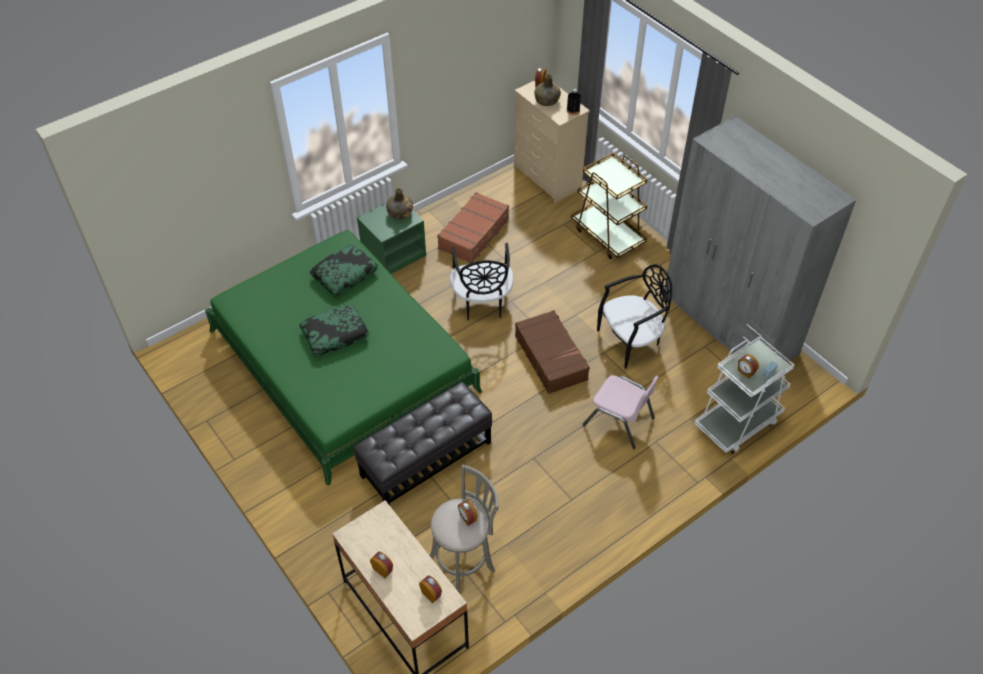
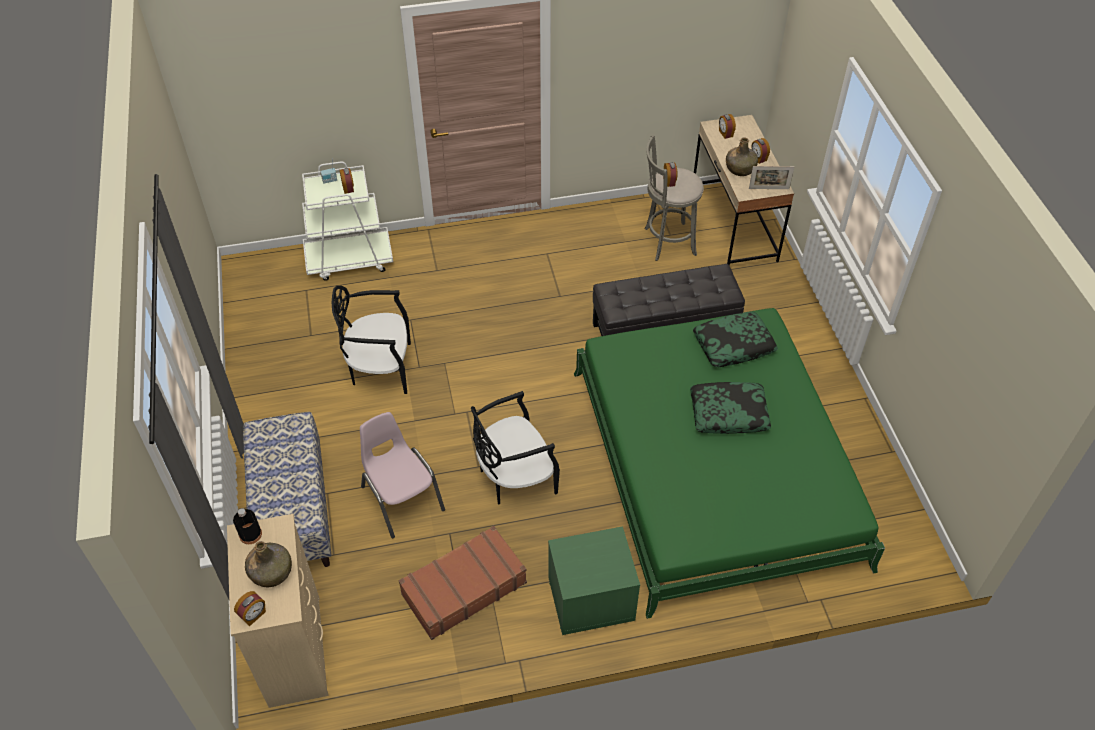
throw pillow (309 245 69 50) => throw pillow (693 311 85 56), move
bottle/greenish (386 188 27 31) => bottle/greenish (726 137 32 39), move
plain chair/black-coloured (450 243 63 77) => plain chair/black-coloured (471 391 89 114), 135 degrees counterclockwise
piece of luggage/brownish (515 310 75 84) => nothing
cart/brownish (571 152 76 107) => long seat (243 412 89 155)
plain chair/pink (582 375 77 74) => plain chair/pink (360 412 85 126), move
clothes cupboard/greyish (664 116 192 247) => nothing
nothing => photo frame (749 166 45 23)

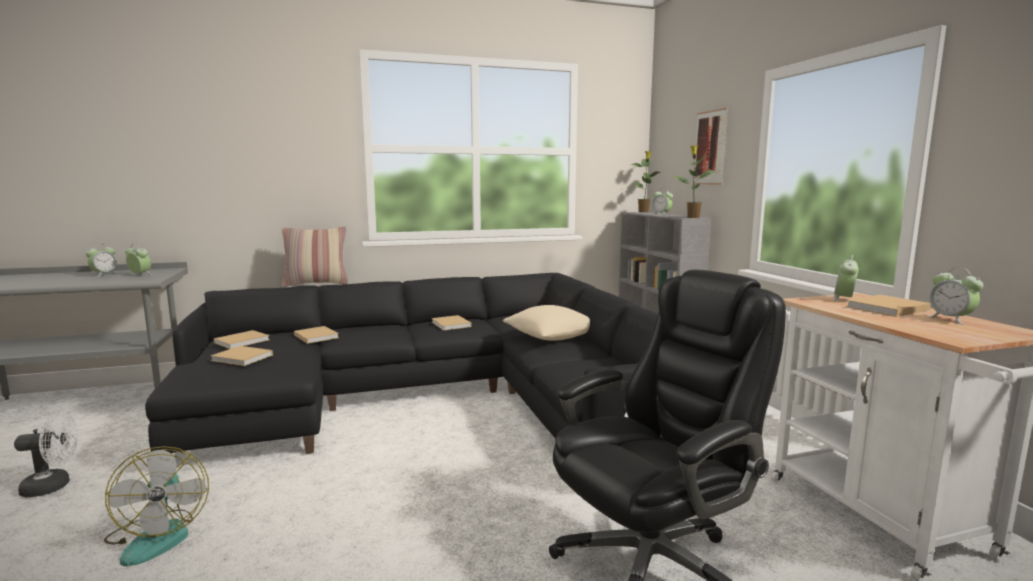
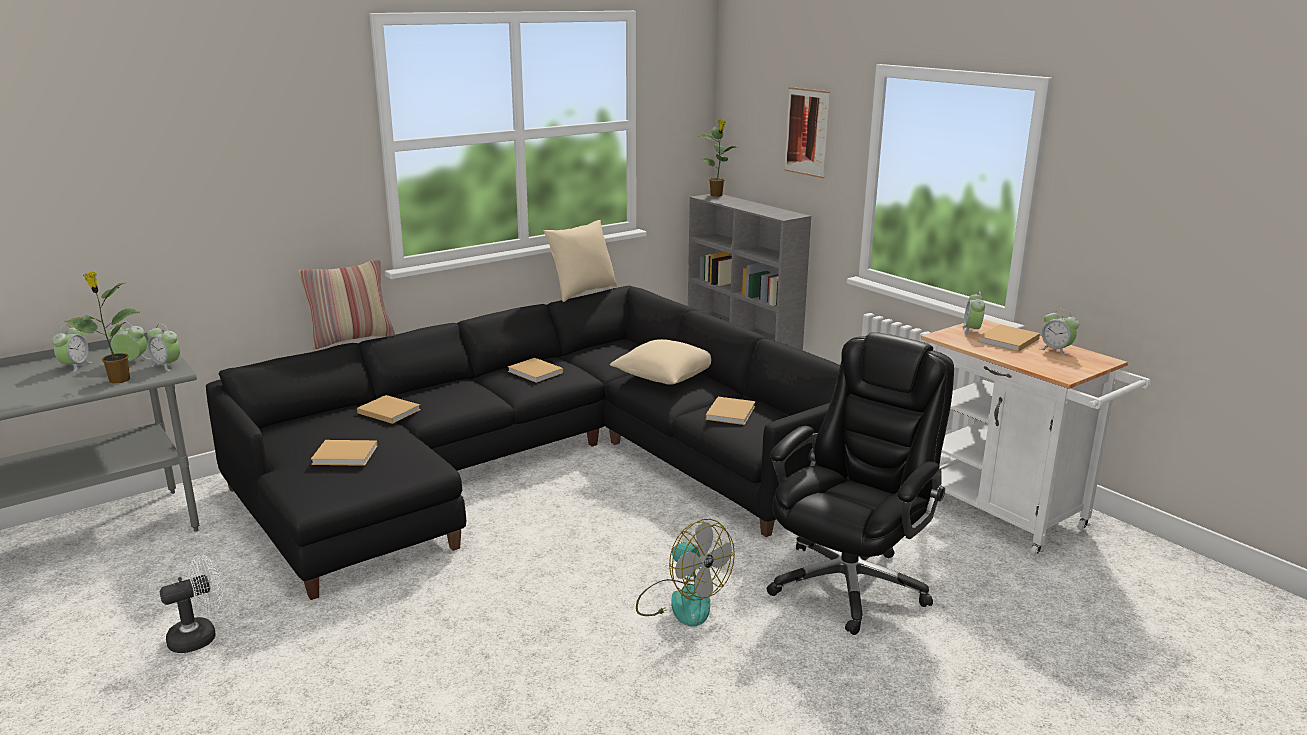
electric fan (104 446 105 120) => electric fan (636 519 99 108), move
volume/sand-coloured (214 330 56 19) => volume/sand-coloured (706 397 50 28), move
bedside clock (652 188 21 27) => bedside clock (147 324 33 47), move
plant in a pot (672 145 45 73) => plant in a pot (65 271 75 113), move
nothing => throw pillow/sand-coloured (544 220 73 82)

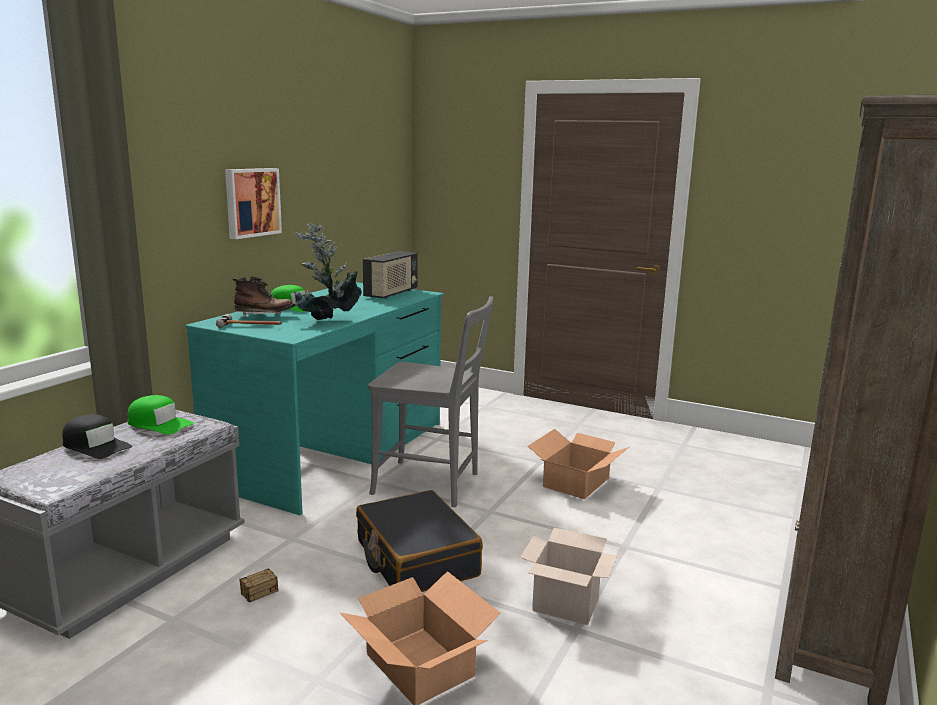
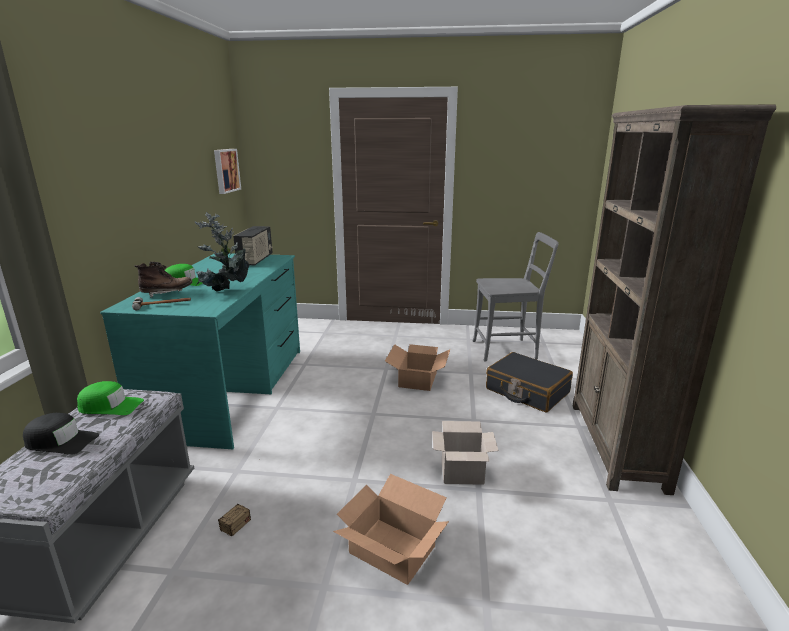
wall art (225 168 57 71) => wall art (214 149 27 45), move
piece of luggage/black-coloured (356 490 127 102) => piece of luggage/black-coloured (486 352 87 61), move
plain chair/greyish (368 296 126 211) => plain chair/greyish (473 232 86 130), move

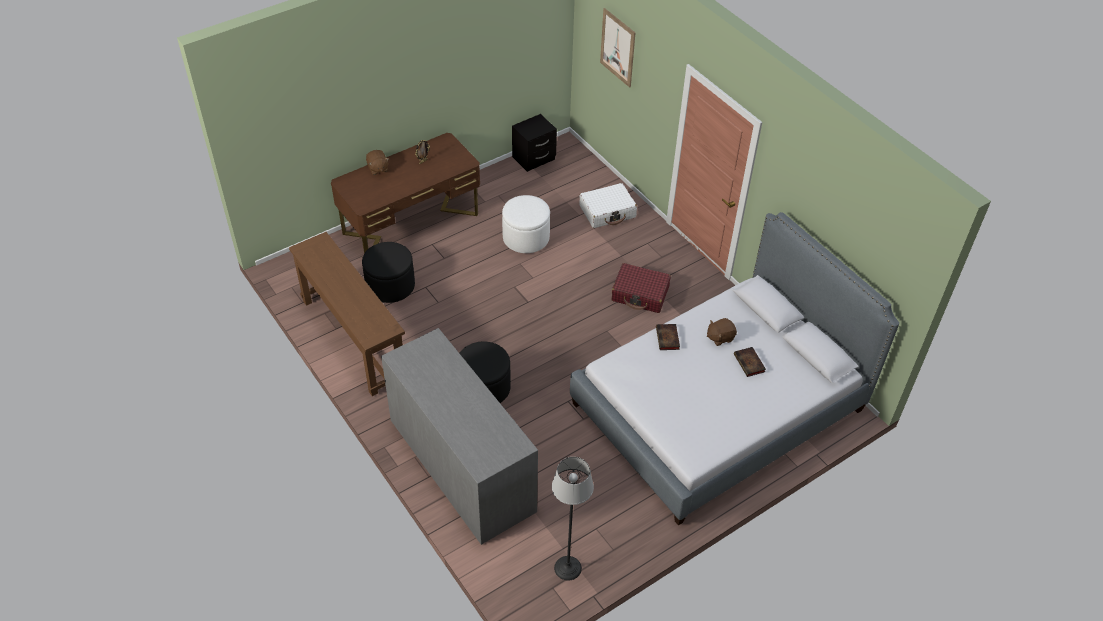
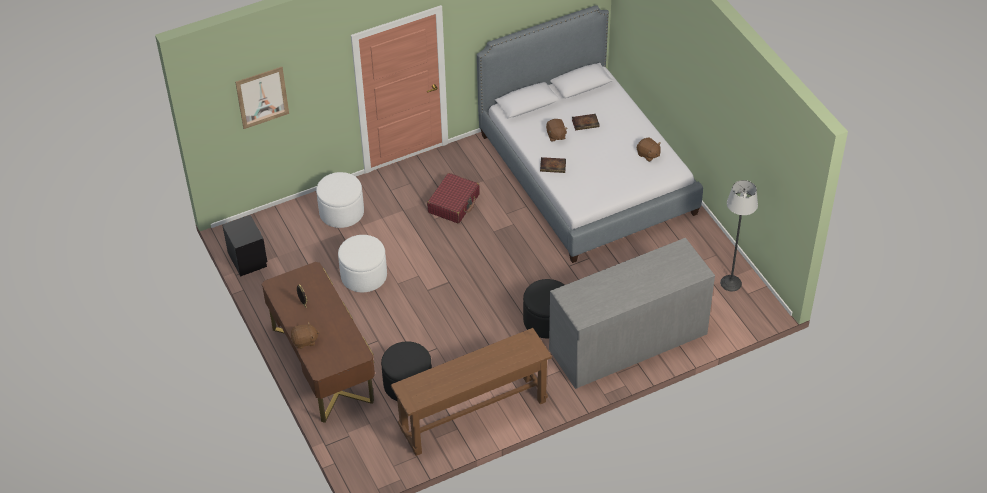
piece of luggage/white (579 183 58 45) => footrest/white (316 172 48 56)
nothing => plush toy/brownish (637 137 24 25)

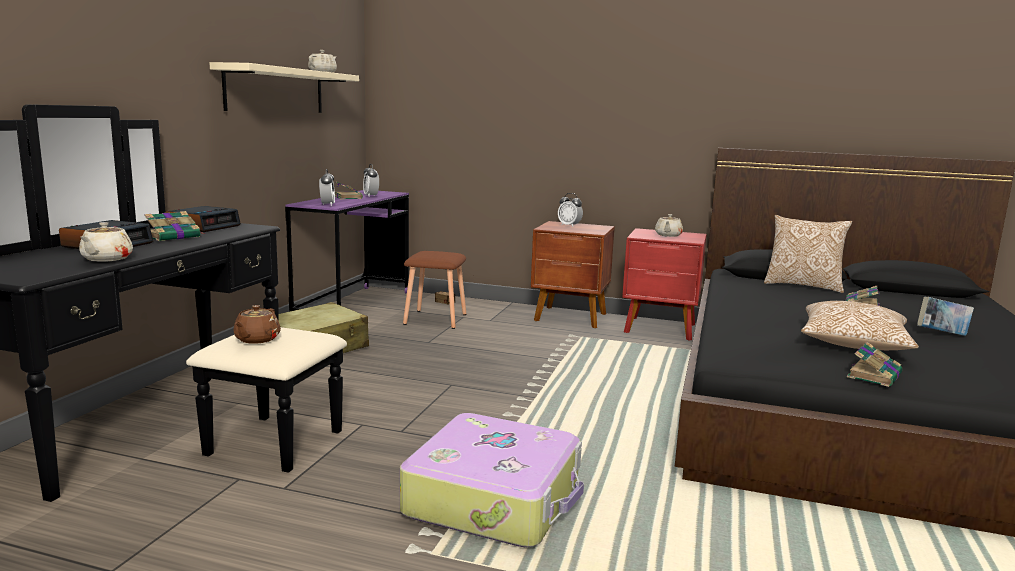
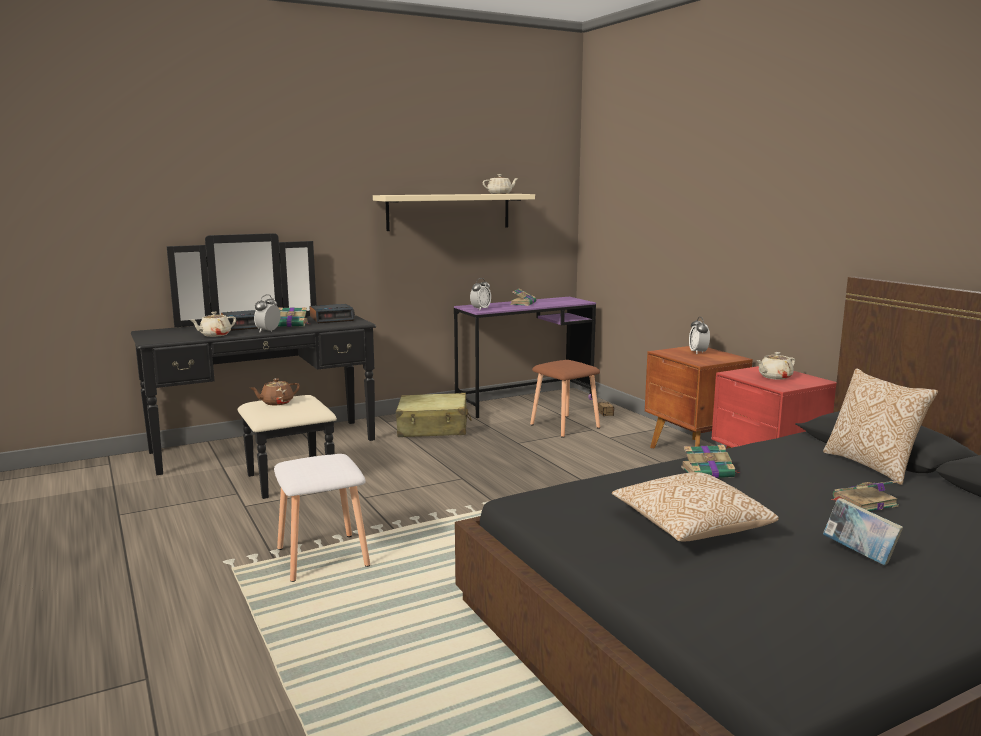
bedside clock (363 164 16 32) => bedside clock (254 294 26 38), move
piece of luggage (400 413 184 134) => sitting stool/white (274 454 96 128)
volume (847 342 56 45) => volume (681 445 60 33), move

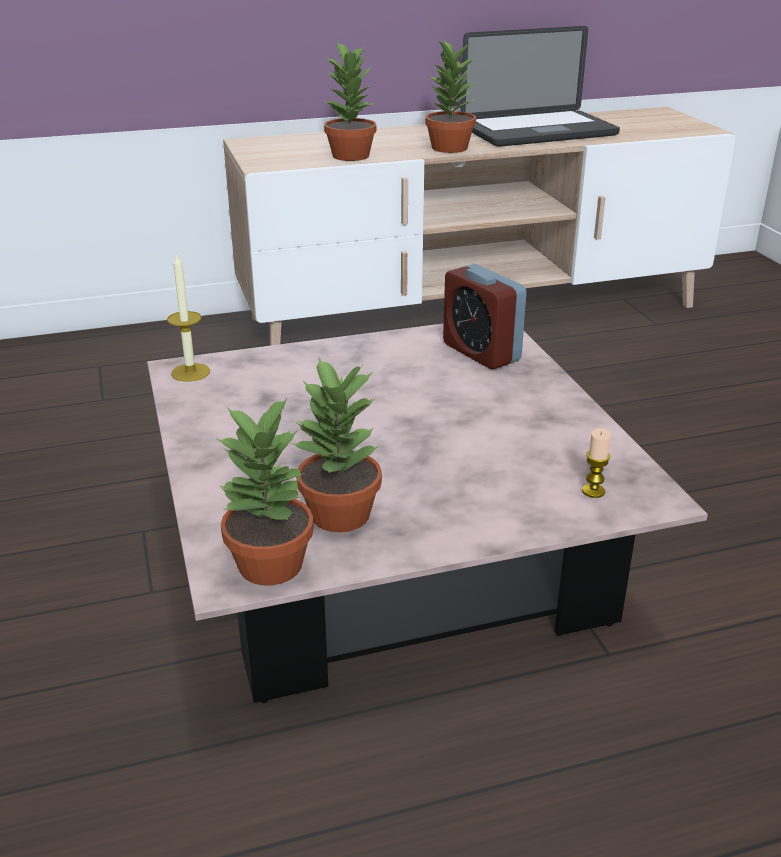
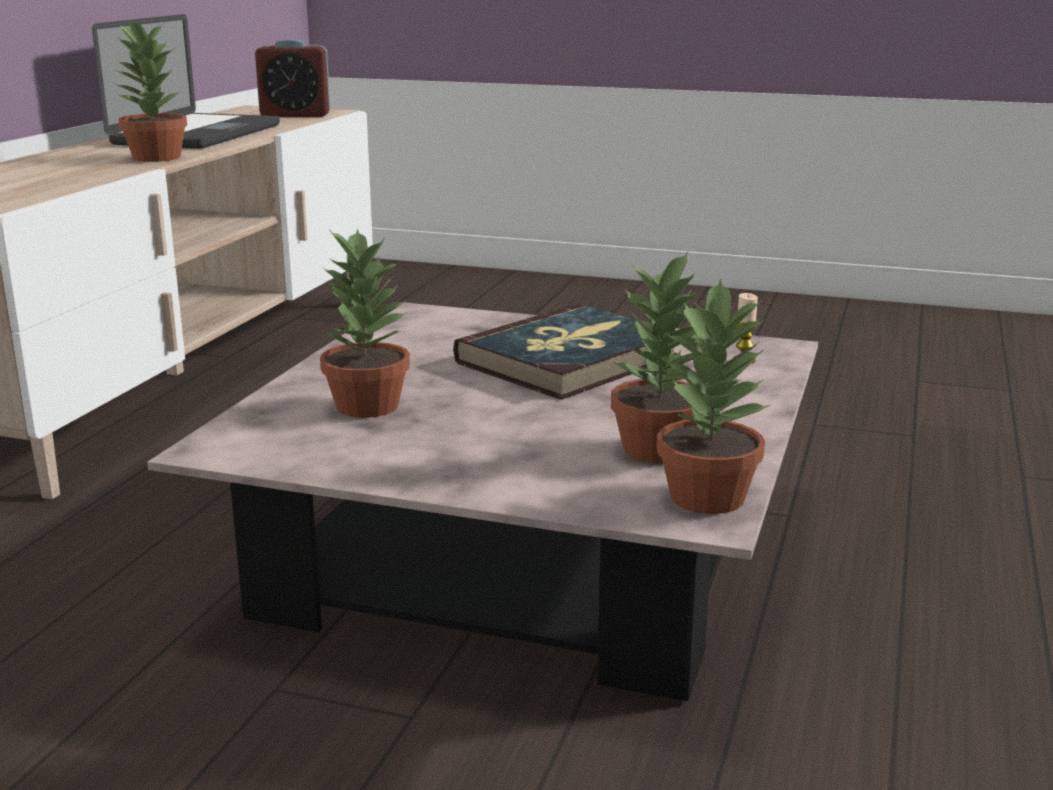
wax candle (167 253 43 129) => nothing
plant in a pot (324 40 52 121) => plant in a pot (320 228 90 190), move
bedside clock (443 264 84 105) => bedside clock (255 39 75 78), move
nothing => volume (453 304 224 96)

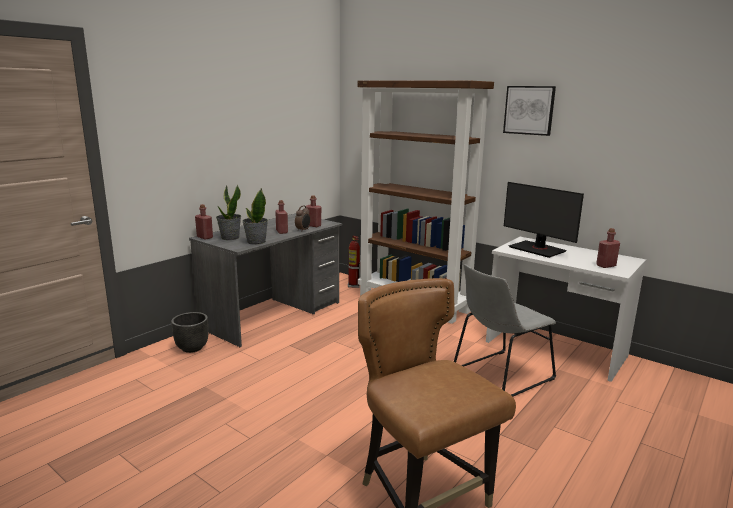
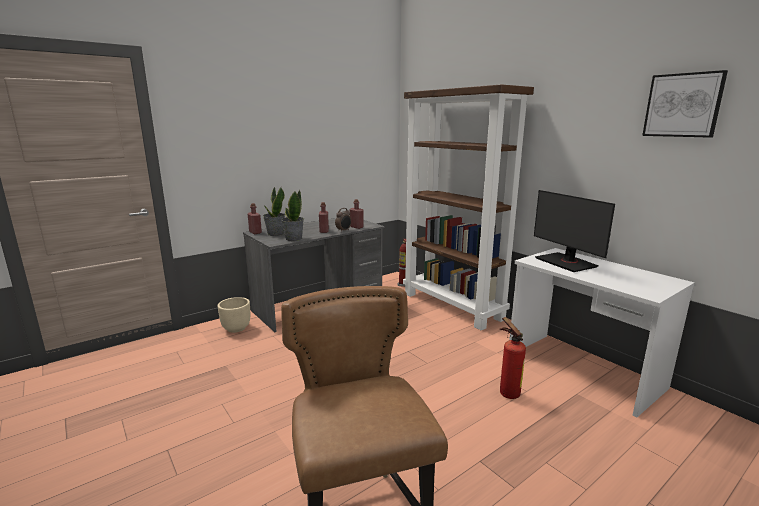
plant pot/black-coloured (171 312 38 41) => plant pot/sand-coloured (218 297 32 36)
plain chair/greyish (454 264 102 133) => fire extinguisher (499 317 27 82)
wall art (503 86 53 50) => wall art (642 70 86 68), move
bottle/red (596 228 24 40) => nothing

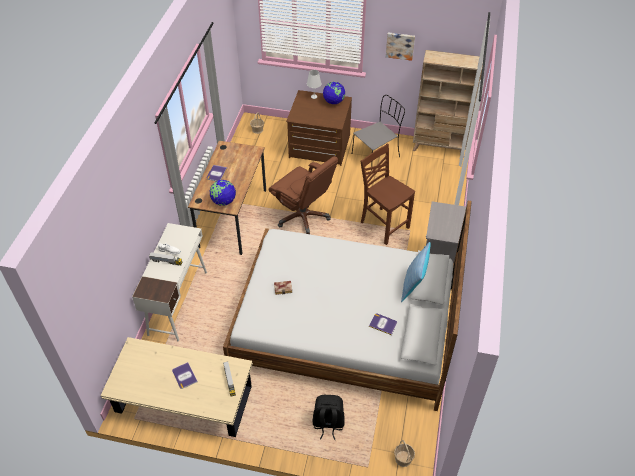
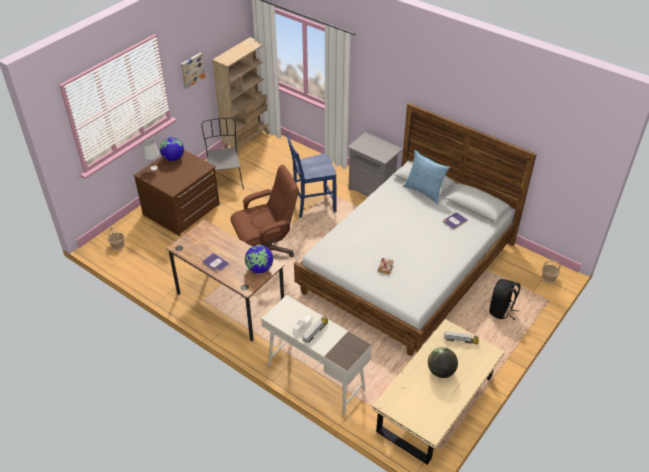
volume (172 362 26 27) => globe (428 347 30 31)
plain chair/brownish (360 143 55 102) => plain chair/blue-coloured (286 132 51 86)

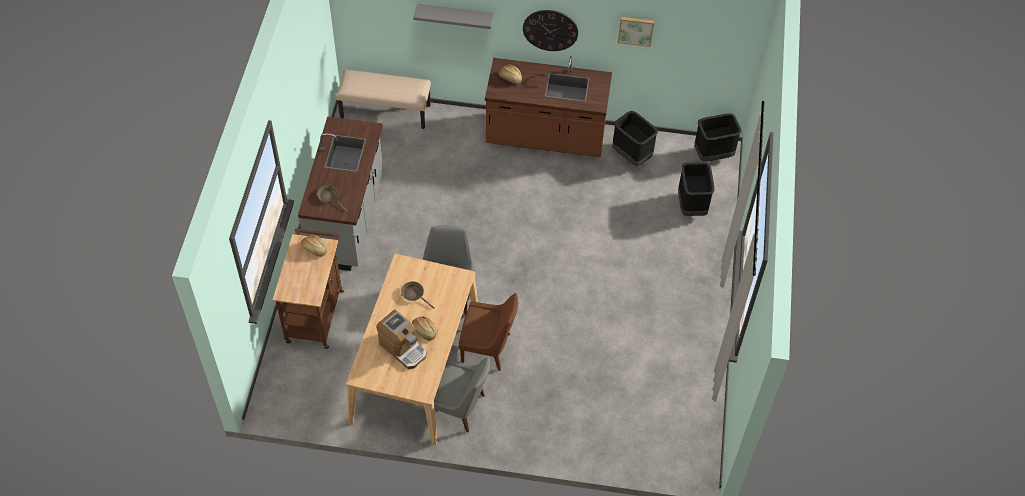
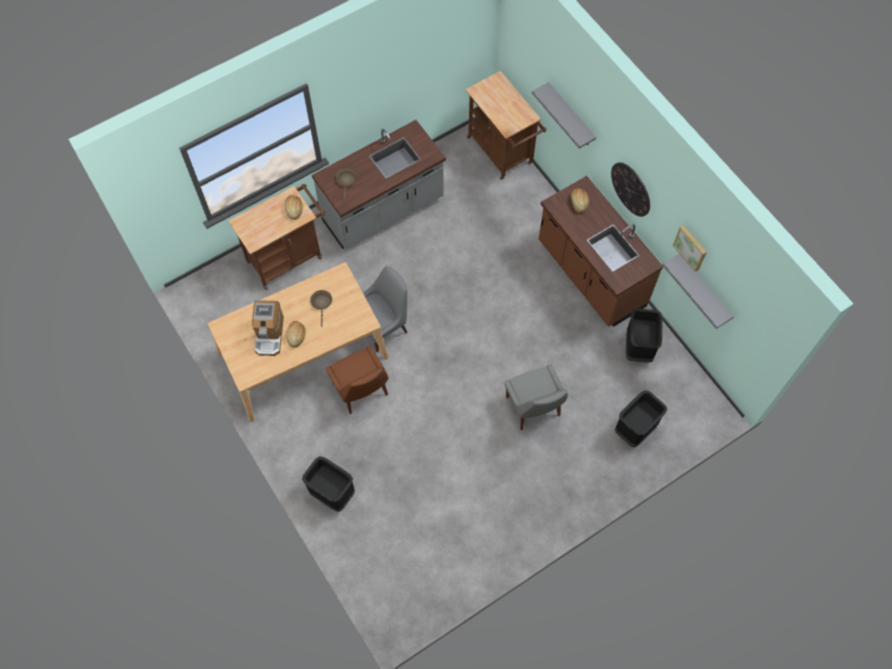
long seat/sand-coloured (336 70 95 59) => cart/brownish (466 71 81 109)
plain chair/greyish (434 357 56 76) => plain chair/greyish (504 365 64 65), move
trash can/black-coloured (694 113 48 49) => trash can/black-coloured (302 456 53 56), move
nothing => wall shelf/greyish (662 254 72 75)

